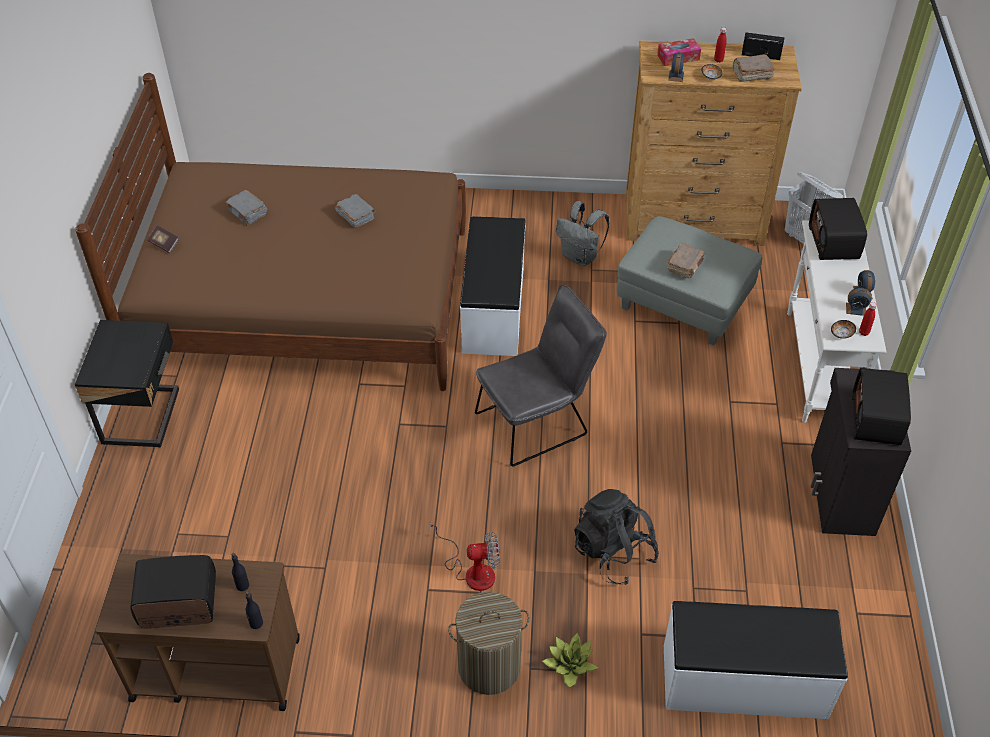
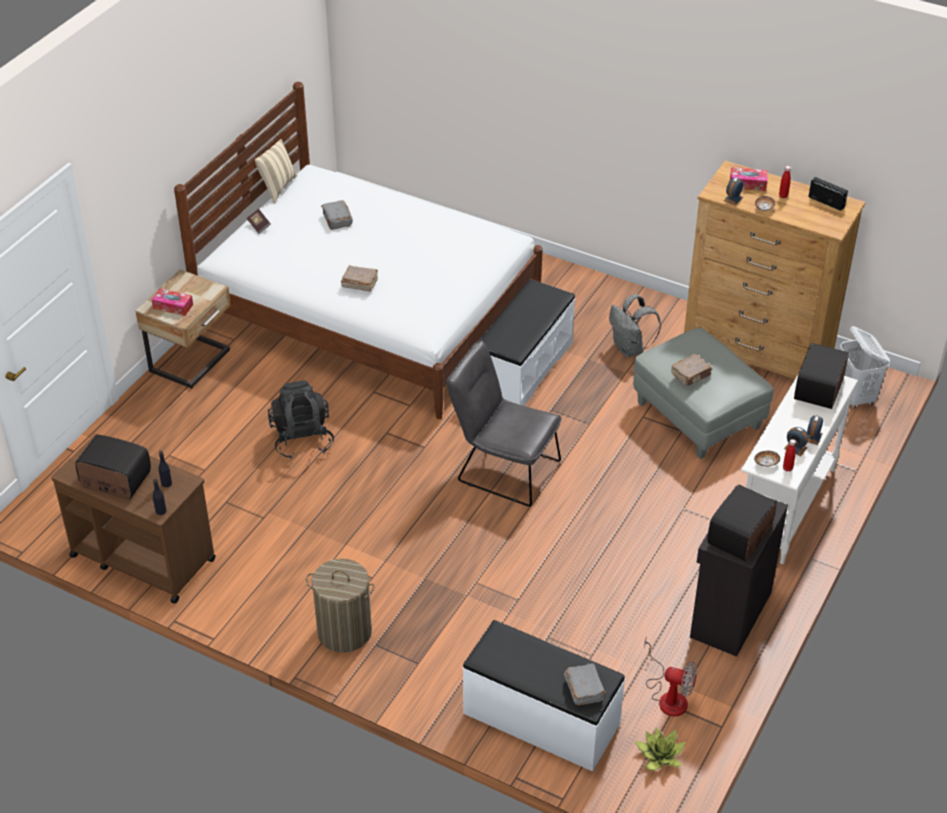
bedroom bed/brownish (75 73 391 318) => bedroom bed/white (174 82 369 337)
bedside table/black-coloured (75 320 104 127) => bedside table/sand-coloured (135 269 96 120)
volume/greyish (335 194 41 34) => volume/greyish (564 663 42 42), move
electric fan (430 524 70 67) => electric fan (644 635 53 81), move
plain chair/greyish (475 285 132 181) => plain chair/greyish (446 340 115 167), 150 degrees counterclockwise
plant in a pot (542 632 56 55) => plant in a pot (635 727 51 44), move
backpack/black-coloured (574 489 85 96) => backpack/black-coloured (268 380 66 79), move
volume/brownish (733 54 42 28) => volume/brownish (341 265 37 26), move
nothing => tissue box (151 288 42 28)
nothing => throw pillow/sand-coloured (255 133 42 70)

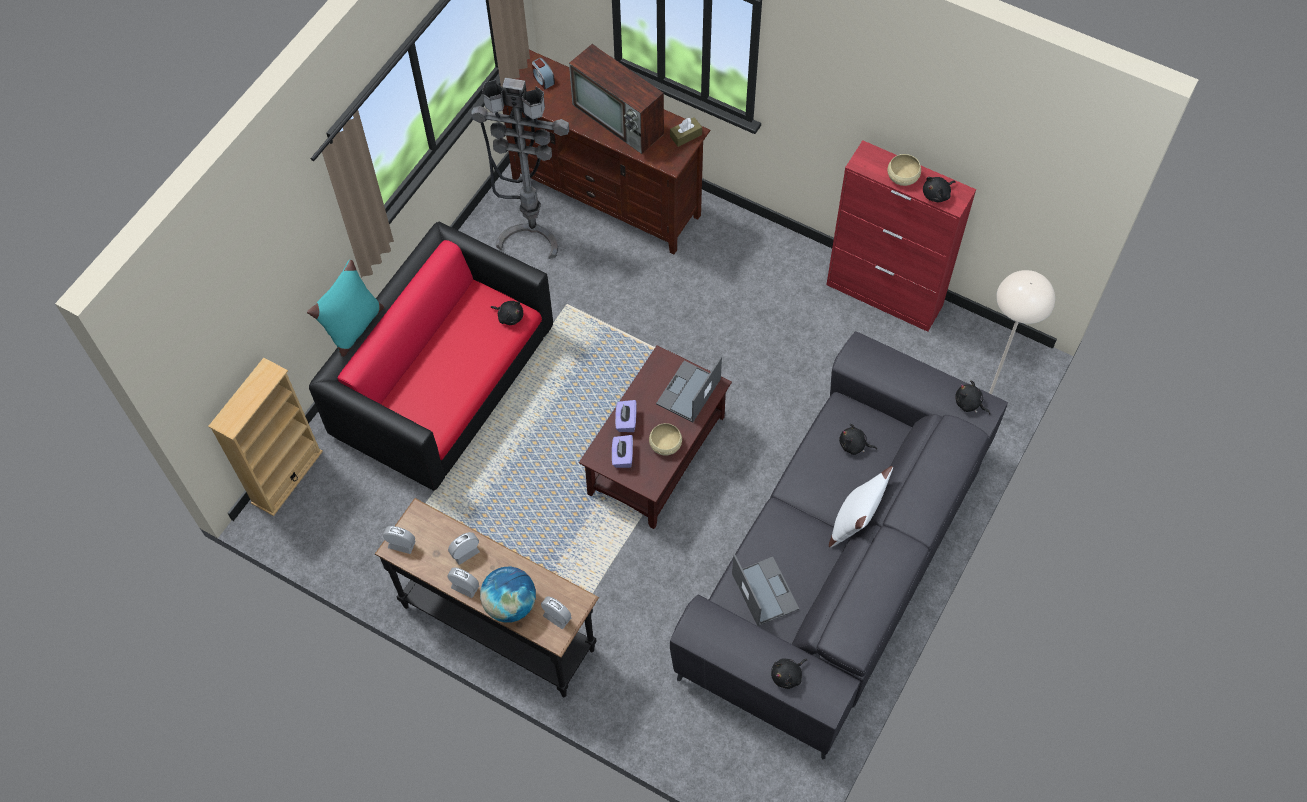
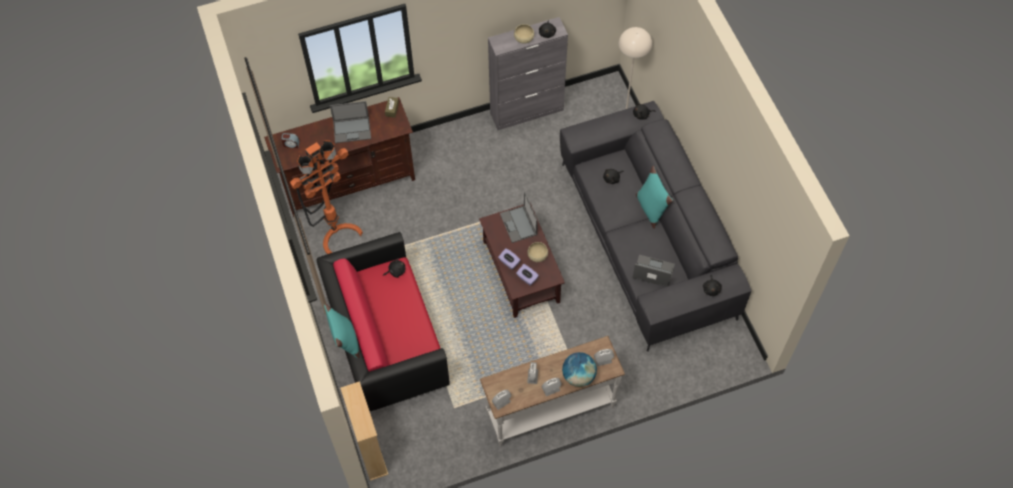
narrow table/black-coloured (375 498 224 199) => narrow table/white (480 336 145 111)
floor lamp/greyish (472 78 97 181) => floor lamp/orange (290 140 73 114)
television (569 44 95 110) => laptop (330 101 41 42)
cabinet/red (826 140 150 192) => cabinet/greyish (488 17 80 113)
throw pillow/white (829 466 64 81) => throw pillow/blue-green (636 166 37 63)

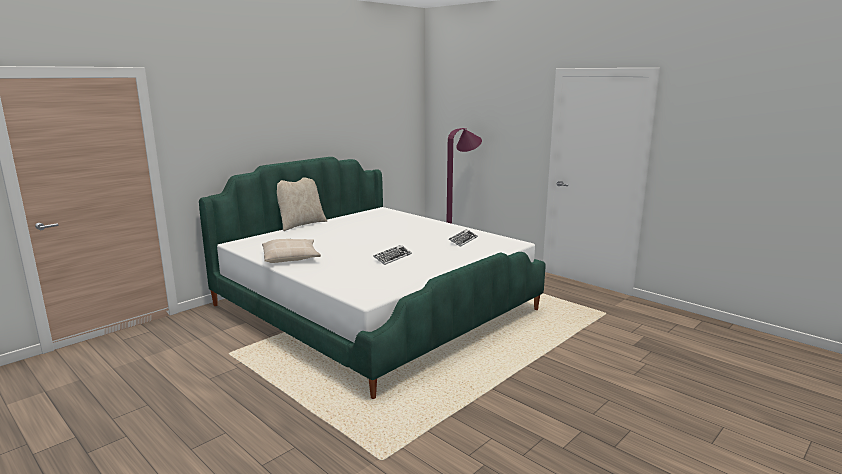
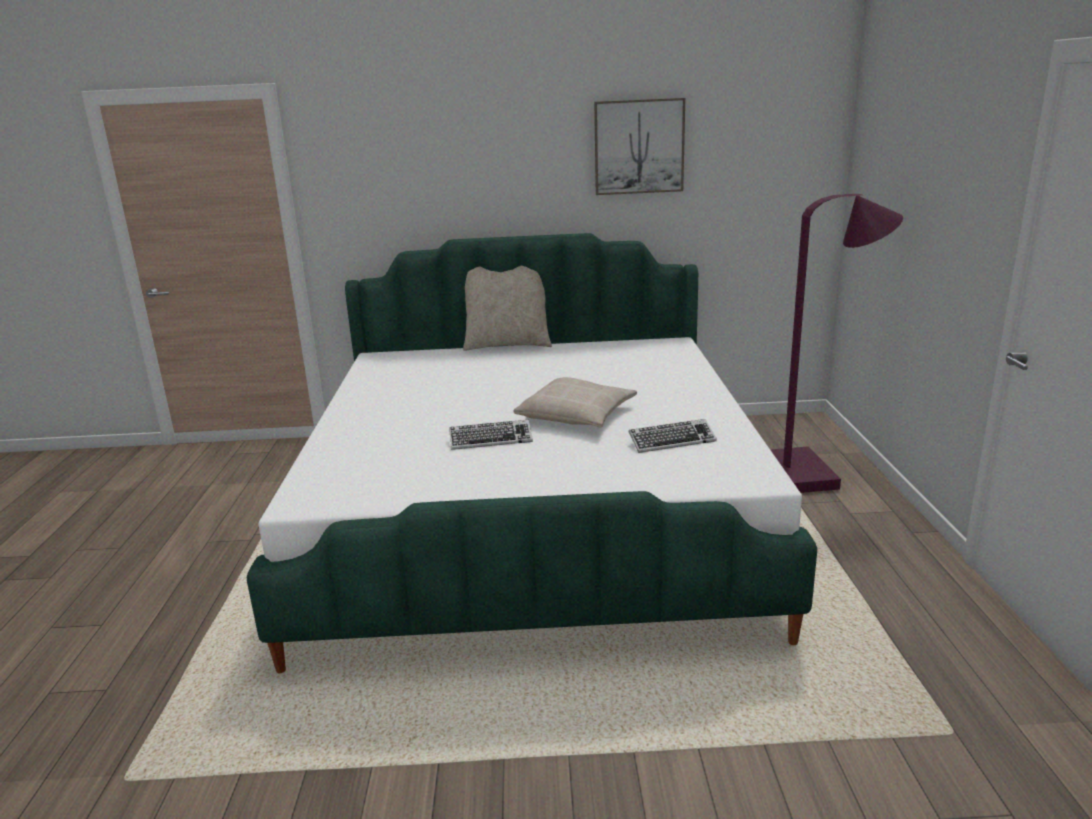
throw pillow/sand-coloured (262 239 59 24) => throw pillow/sand-coloured (514 377 123 50), move
nothing => wall art (594 98 91 97)

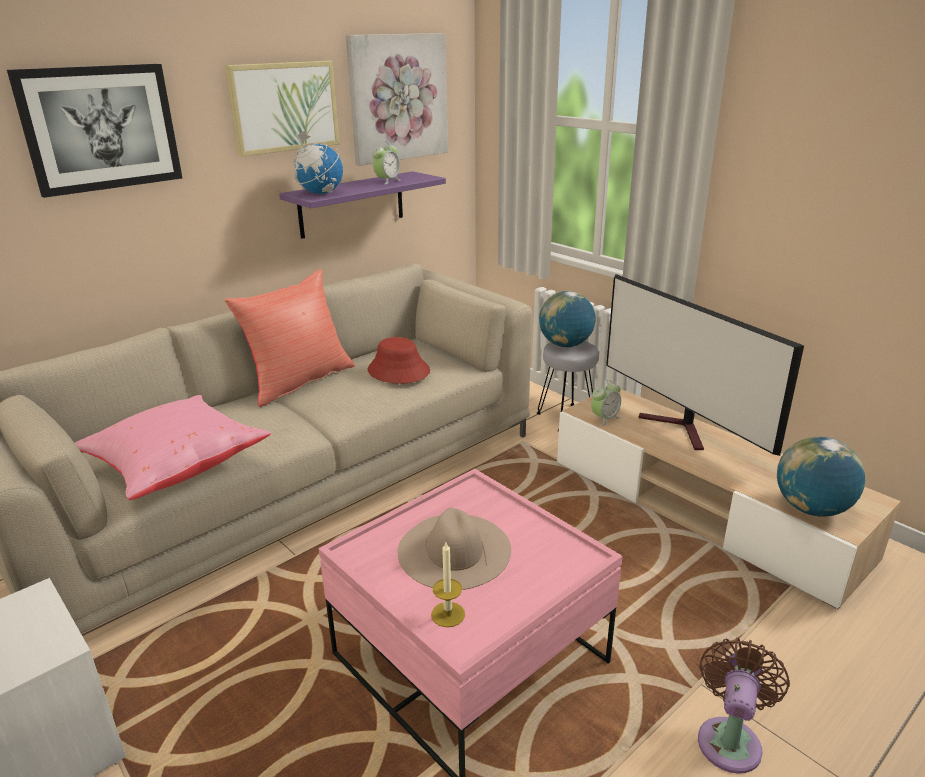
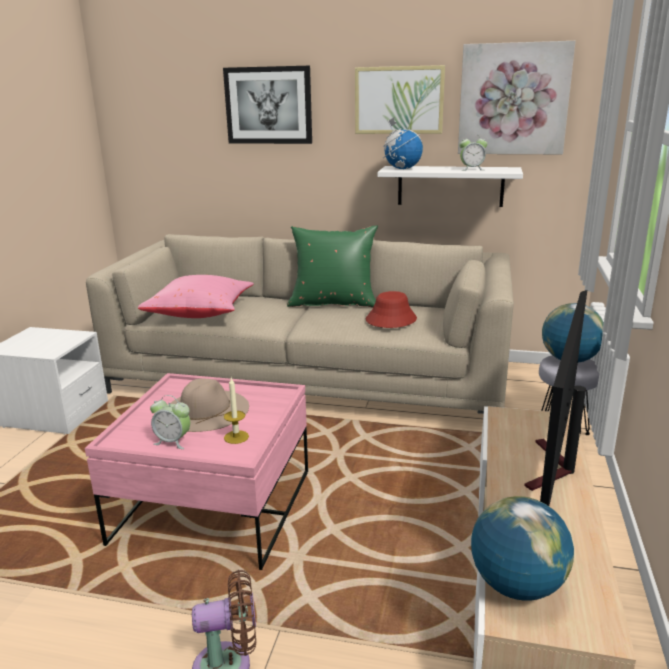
throw pillow/red (224 269 131 138) => throw pillow/greenish (287 225 91 83)
wall shelf/purplish (279 171 167 68) => wall shelf/white (377 166 146 41)
wax candle (431 542 34 85) => wax candle (224 378 25 66), move
bedside clock (591 380 30 46) => bedside clock (150 395 40 54), move

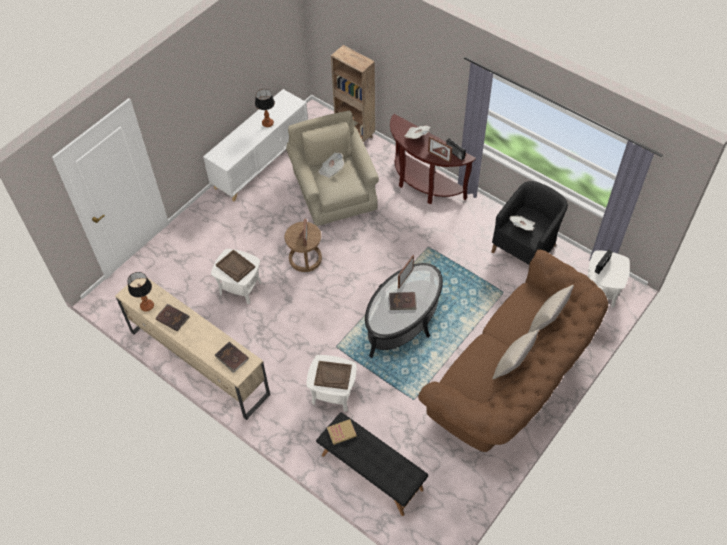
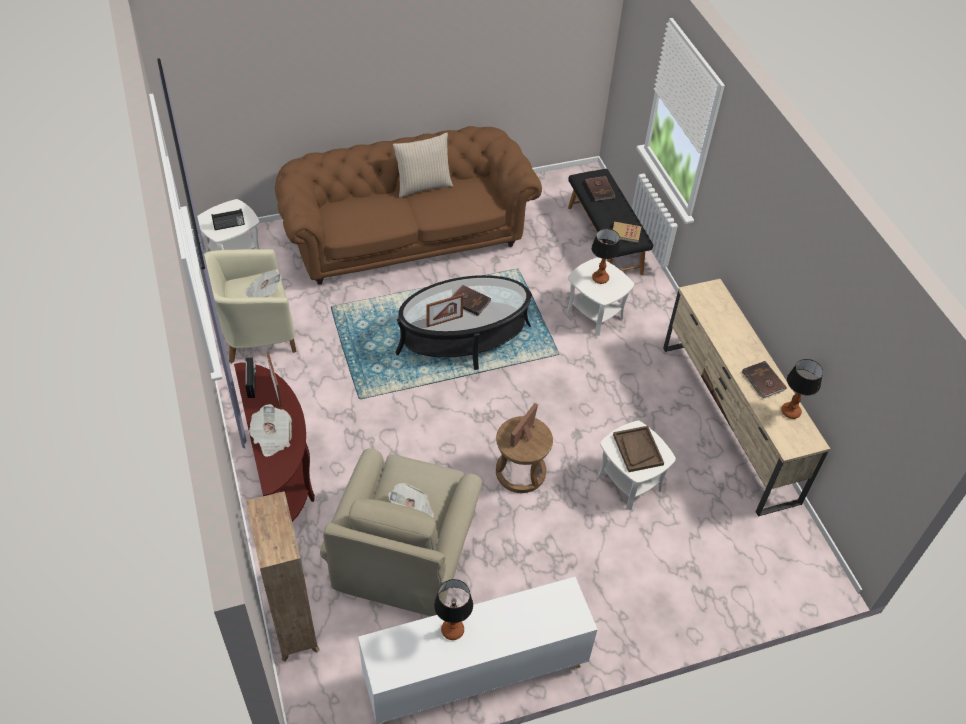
volume/brownish (215 342 34 31) => volume/brownish (585 176 31 26), move
tray/brownish (314 361 38 29) => lamp for a table (591 229 29 55)
lounge chair/black-coloured (491 181 77 84) => lounge chair/sand-coloured (199 249 98 114)
throw pillow/sand-coloured (528 285 46 48) => nothing

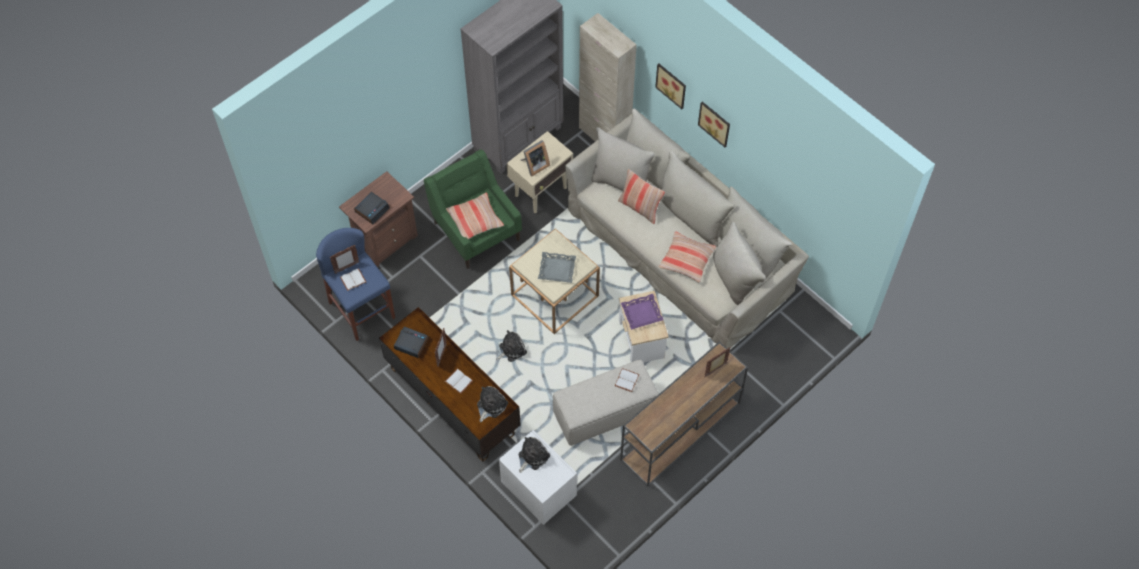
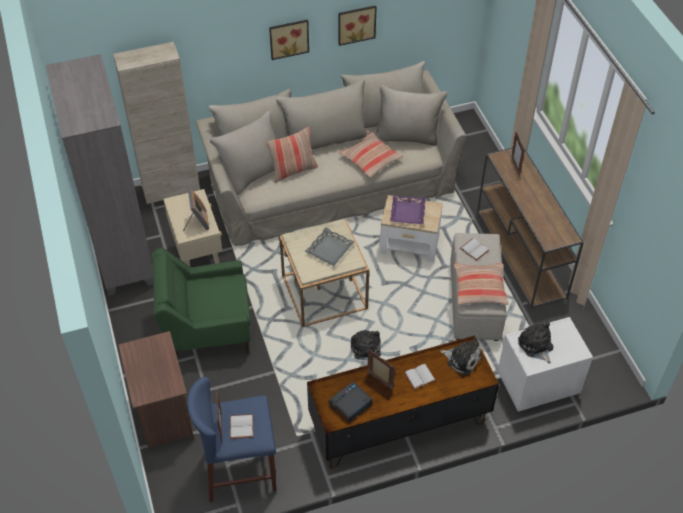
bedside clock (354 192 36 33) => nothing
throw pillow (446 193 58 46) => throw pillow (454 263 54 42), move
plush toy (477 386 31 36) => plush toy (440 337 42 38), 150 degrees clockwise
wall art (655 64 31 45) => wall art (338 5 38 41), move

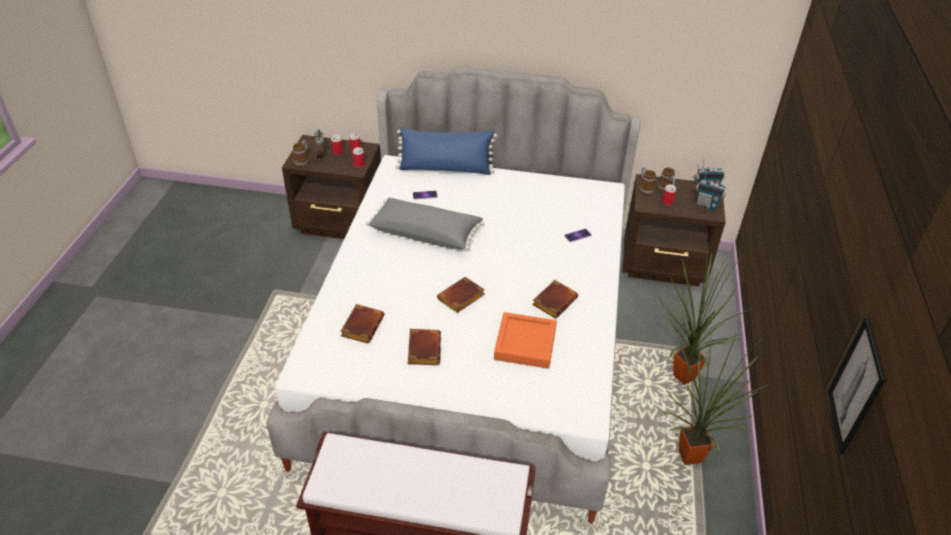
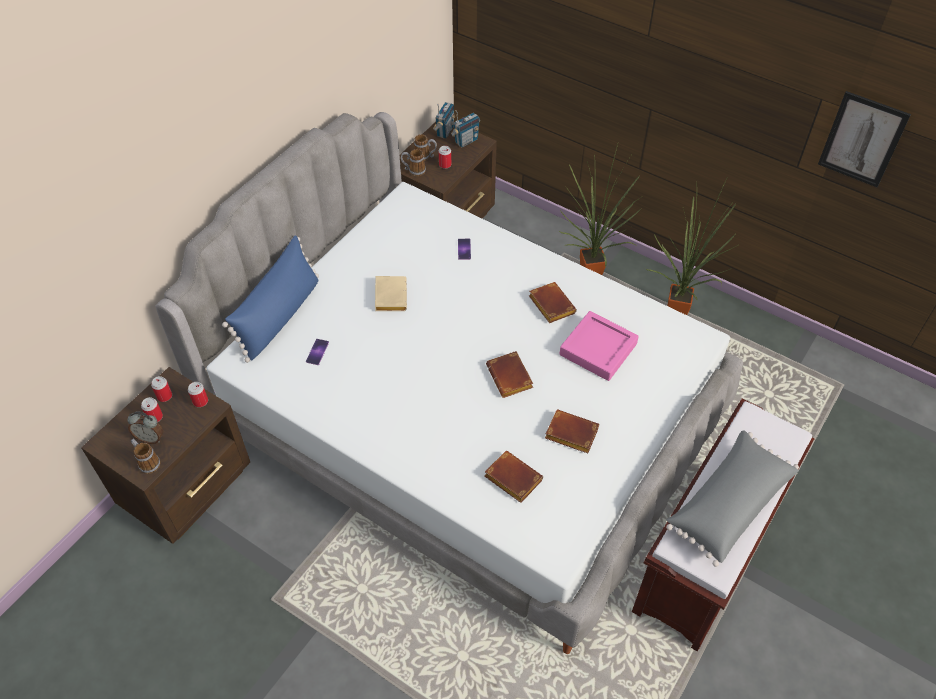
throw pillow/greyish (366 198 119 52) => throw pillow/greyish (666 430 133 137), move
tray/orange (494 312 63 57) => tray/pink (559 311 80 70)
nothing => volume/sand-coloured (375 276 32 35)

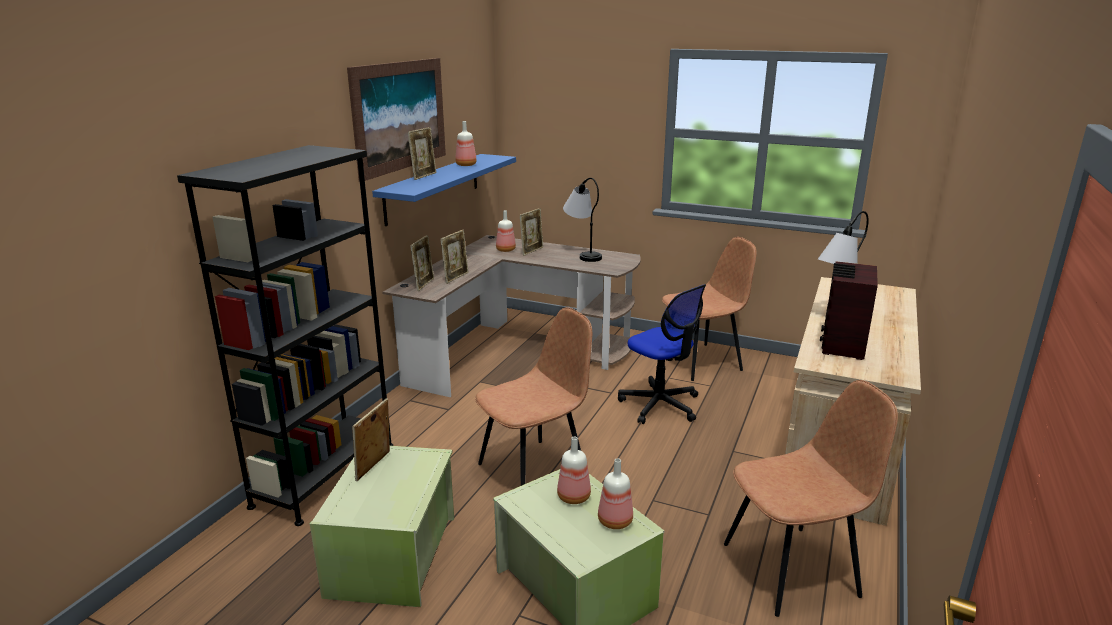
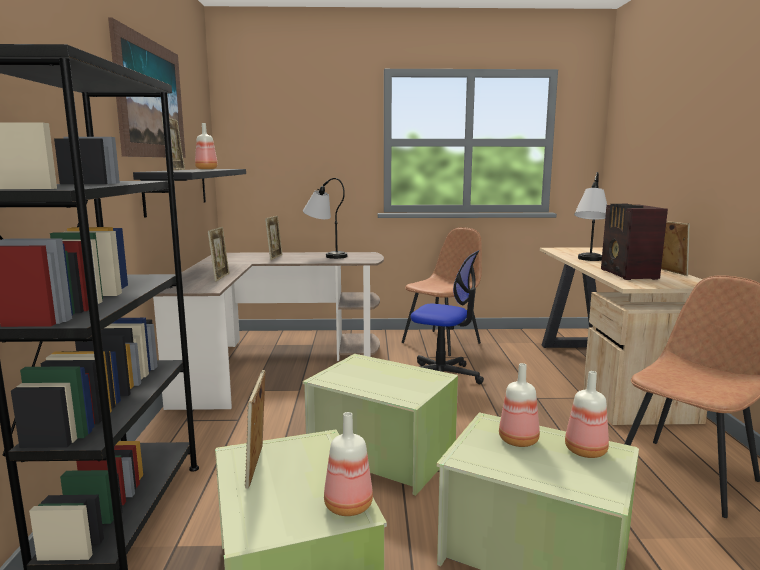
wall shelf/blue-coloured (372 154 144 72) => wall shelf/black-coloured (133 169 113 49)
photo frame (410 235 24 56) => photo frame (661 221 29 55), move
plain chair/brownish (475 307 117 179) => storage container/greenish (302 354 156 142)
bottle (496 210 20 42) => bottle (324 412 49 104), move

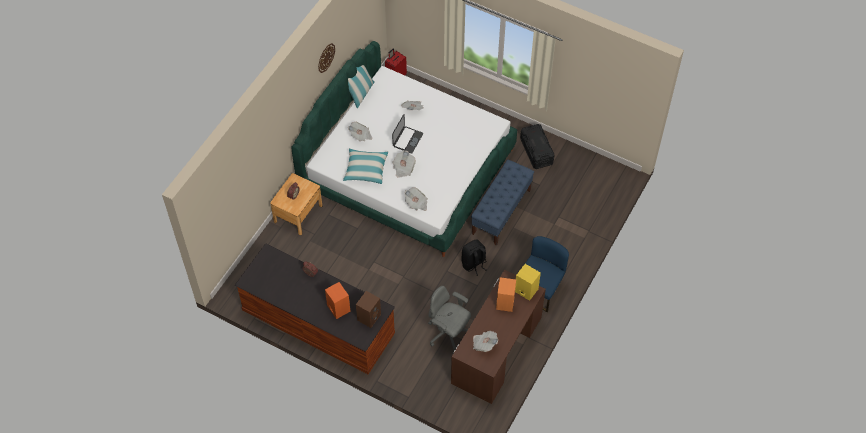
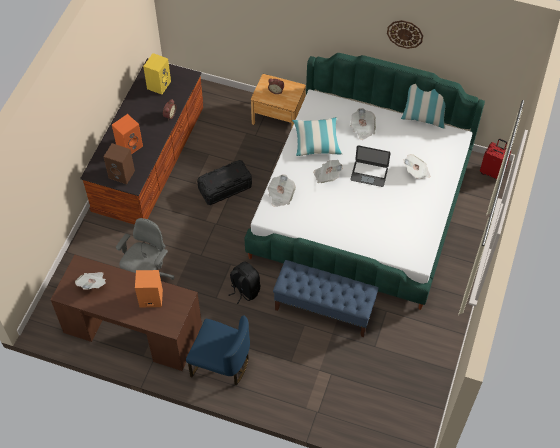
audio speaker/yellow (515 264 26 37) => audio speaker/yellow (143 53 28 42), move
storage container/black-coloured (520 124 34 45) => storage container/black-coloured (197 160 55 45), move

